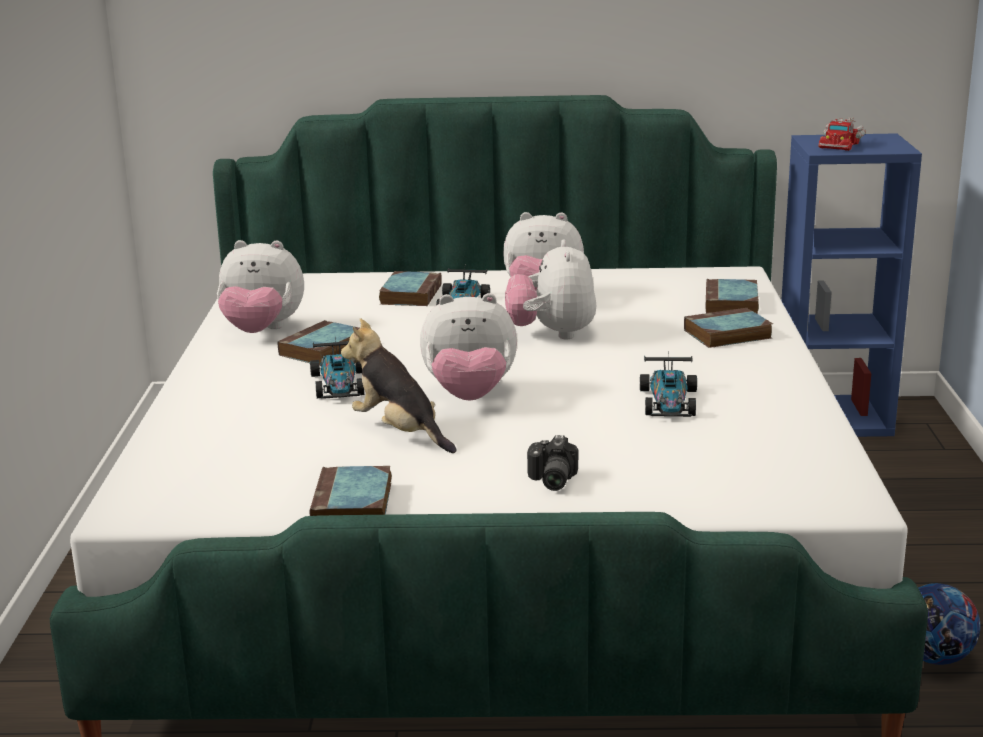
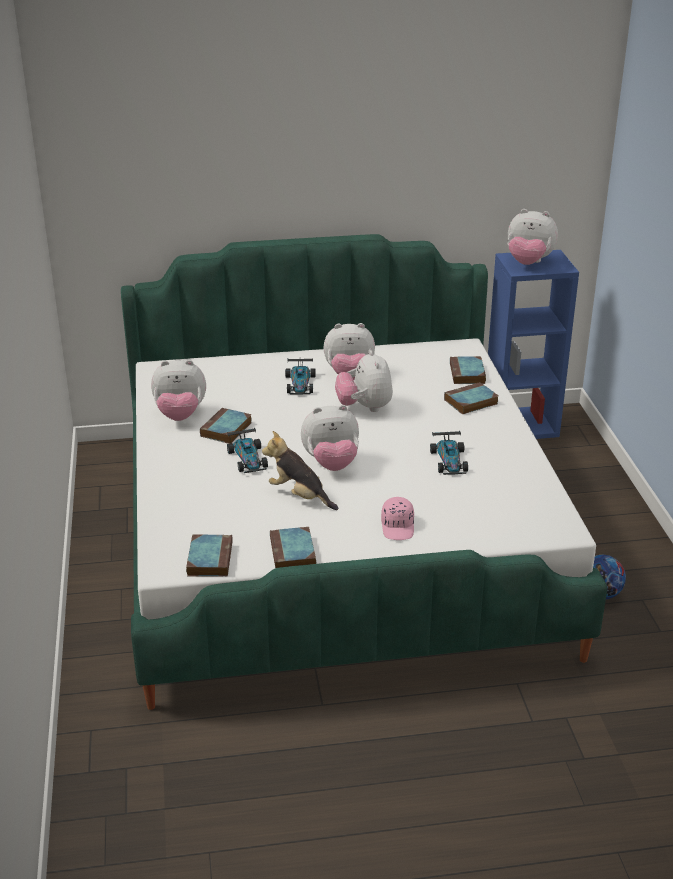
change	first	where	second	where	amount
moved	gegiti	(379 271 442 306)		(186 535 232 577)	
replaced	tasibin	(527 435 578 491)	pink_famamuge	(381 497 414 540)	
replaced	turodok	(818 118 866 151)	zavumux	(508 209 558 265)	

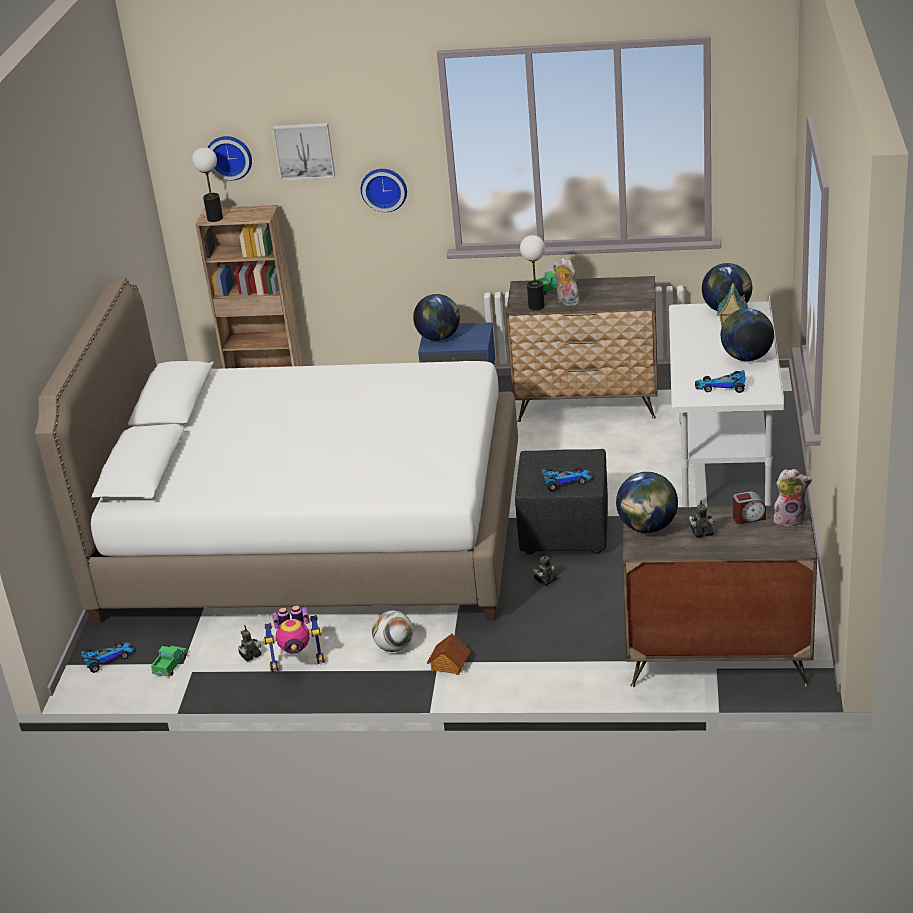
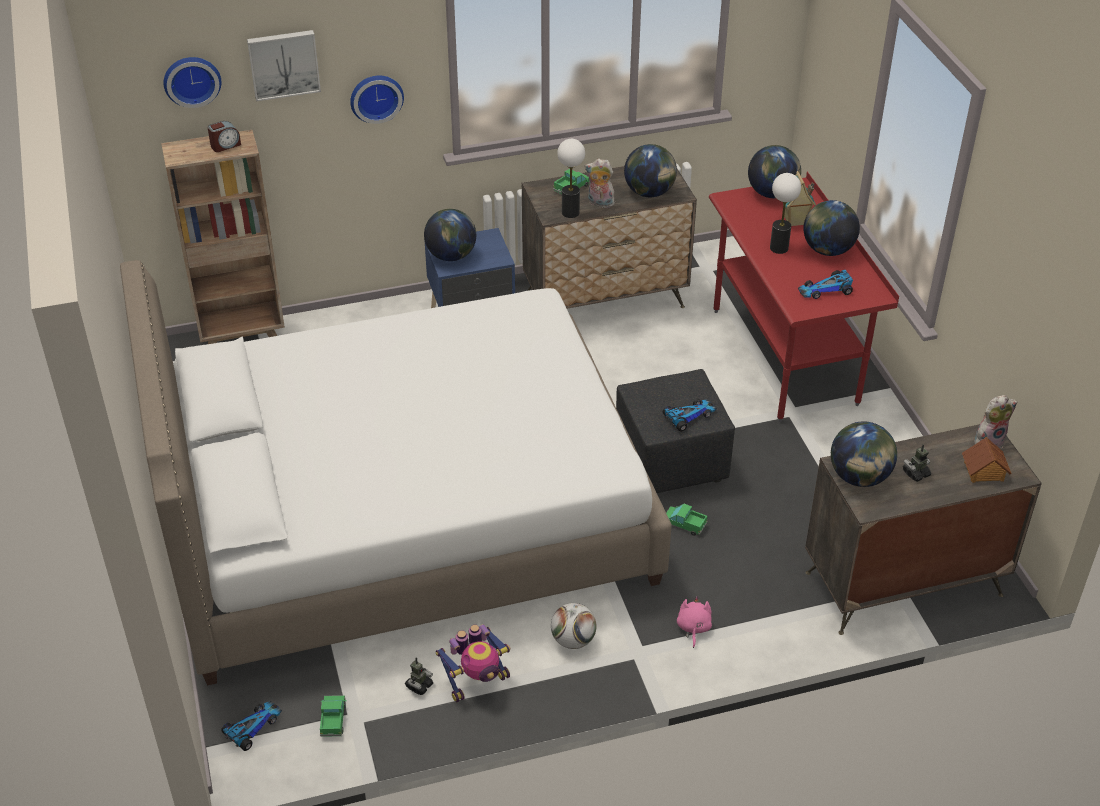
change	first	where	second	where	amount
moved	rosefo	(733 492 766 524)		(207 121 241 152)	
added			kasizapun	(624 144 677 197)	
replaced	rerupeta	(533 552 558 585)	turodok	(666 504 708 536)	
added			pink_zavumux	(677 596 712 648)	
recoloured	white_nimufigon	(669 295 784 507)	red_nimufigon	(709 172 899 422)	
moved	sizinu	(192 147 223 222)		(770 173 801 254)	
moved	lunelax	(427 633 471 675)		(962 437 1012 483)	

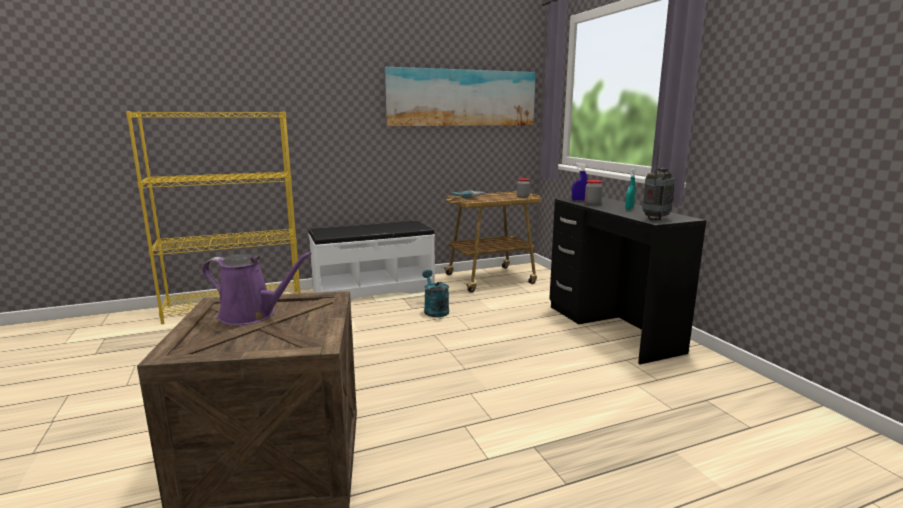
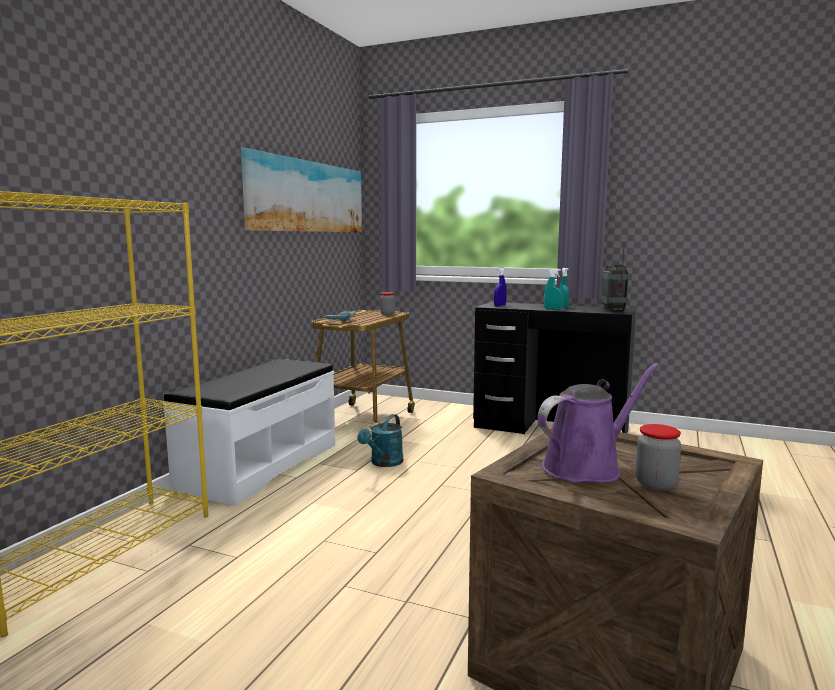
change	first	where	second	where	amount
turned	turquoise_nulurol	(422 270 449 317)		(357 414 403 467)	90 degrees counterclockwise
added			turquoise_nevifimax	(544 269 562 310)	
moved	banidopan	(585 180 603 205)		(635 424 681 491)	

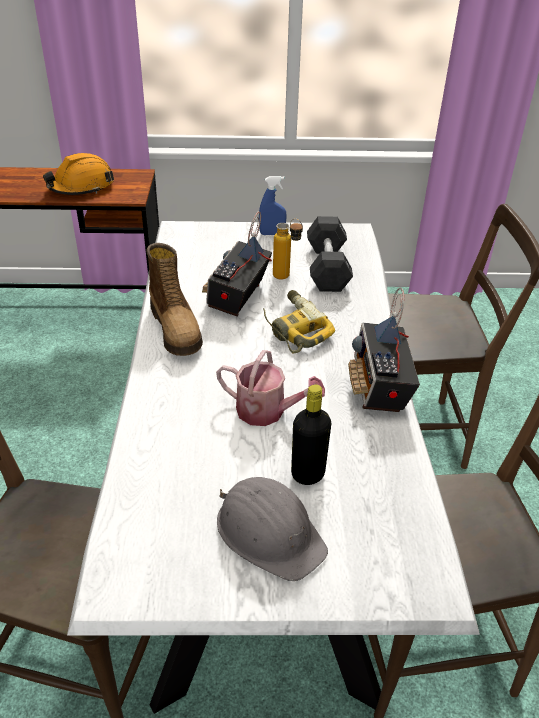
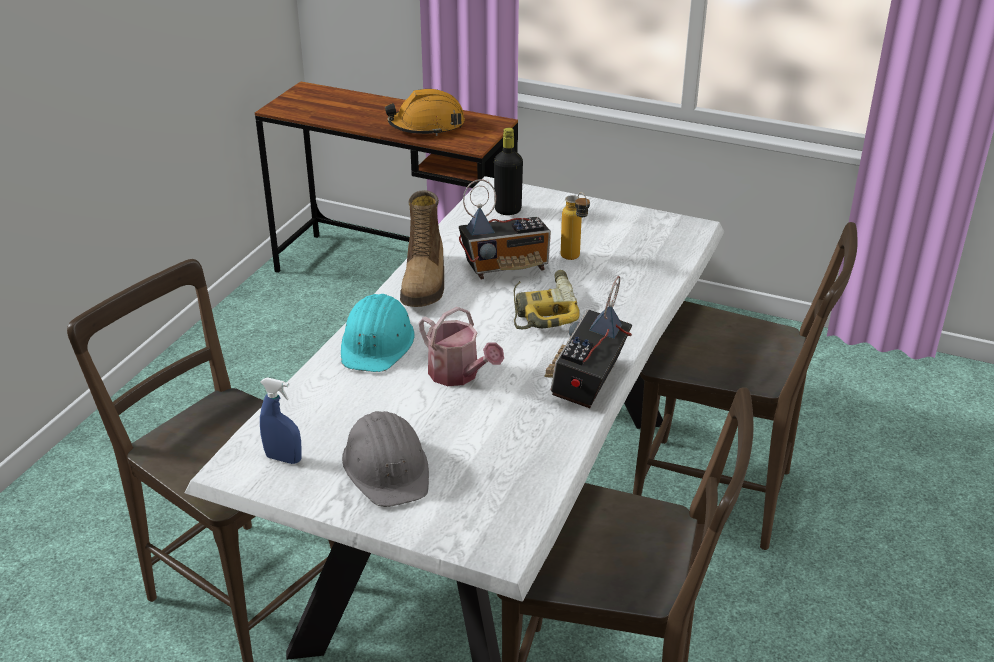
change	first	where	second	where	amount
moved	blue_nevifimax	(259 176 287 235)		(260 377 302 464)	
added			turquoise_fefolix	(341 294 415 372)	
turned	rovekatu	(202 211 272 317)		(459 179 551 279)	150 degrees counterclockwise
moved	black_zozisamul	(291 384 331 485)		(494 128 523 215)	
removed	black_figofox	(307 216 353 292)			

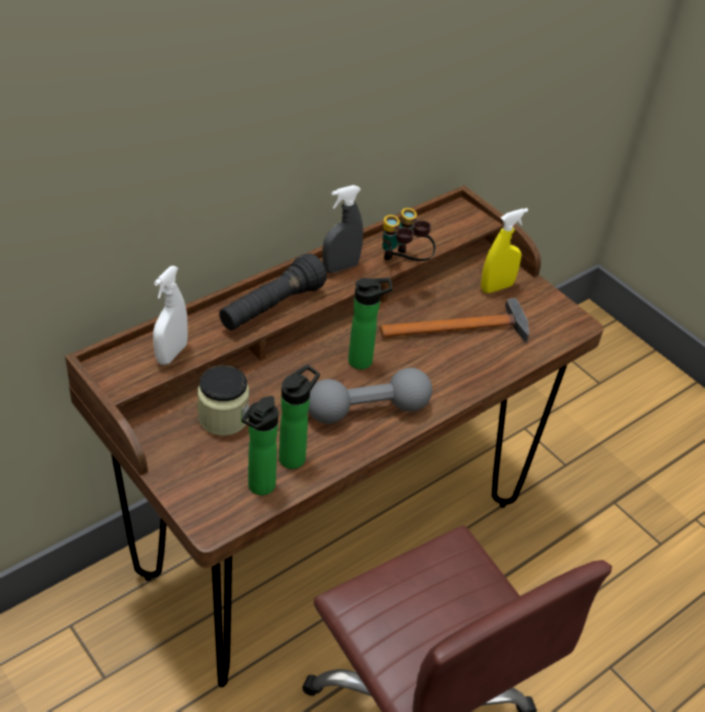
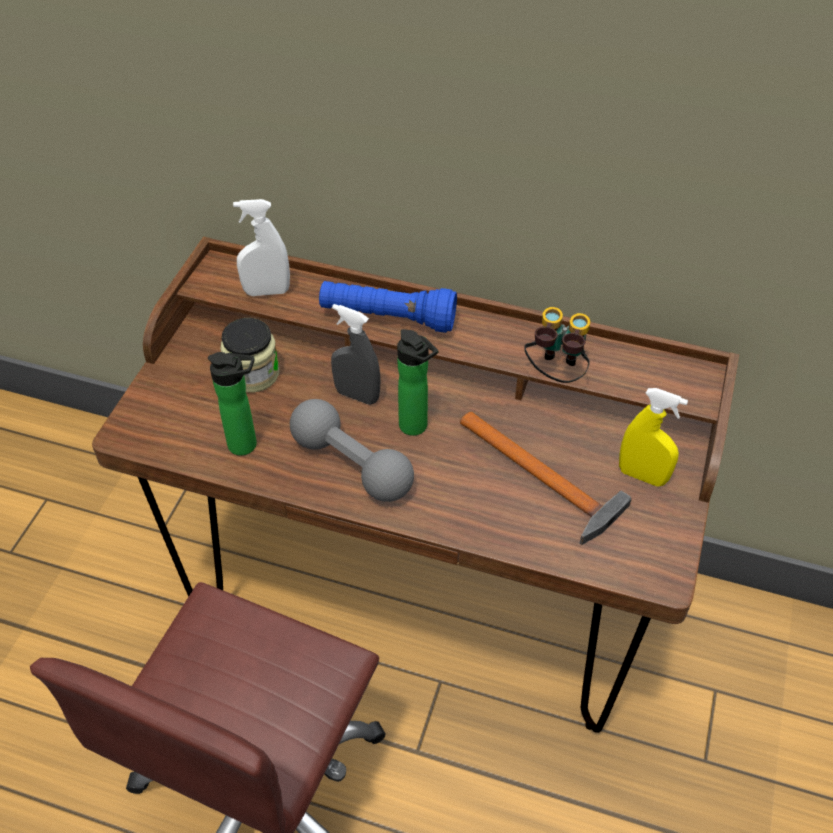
change	first	where	second	where	amount
recoloured	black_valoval	(219 253 327 331)	blue_valoval	(319 281 457 333)	
moved	grey_nevifimax	(322 185 363 273)		(331 304 381 405)	
removed	zozisamul	(241 396 278 495)			

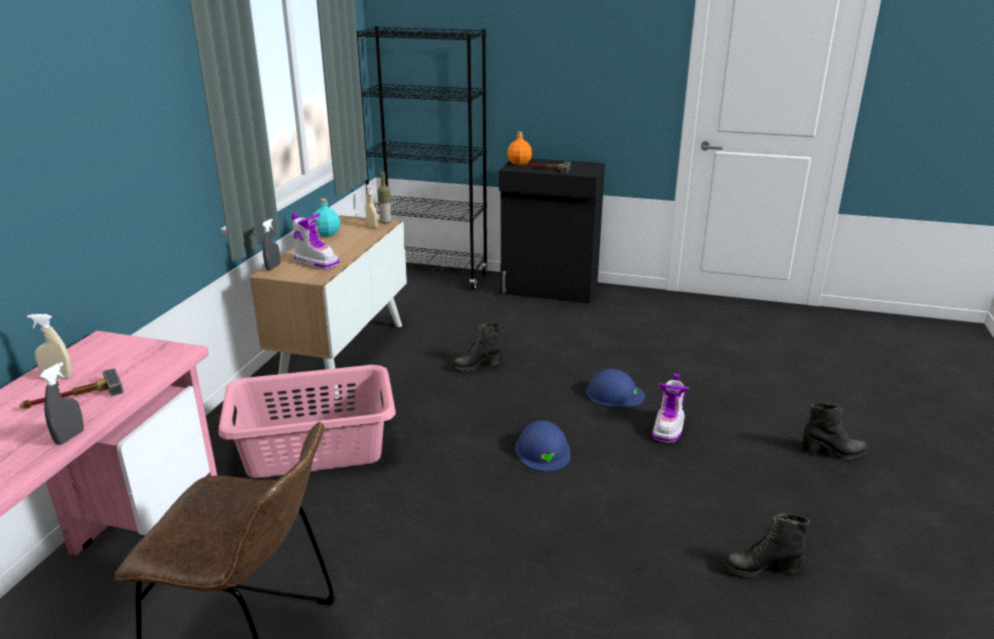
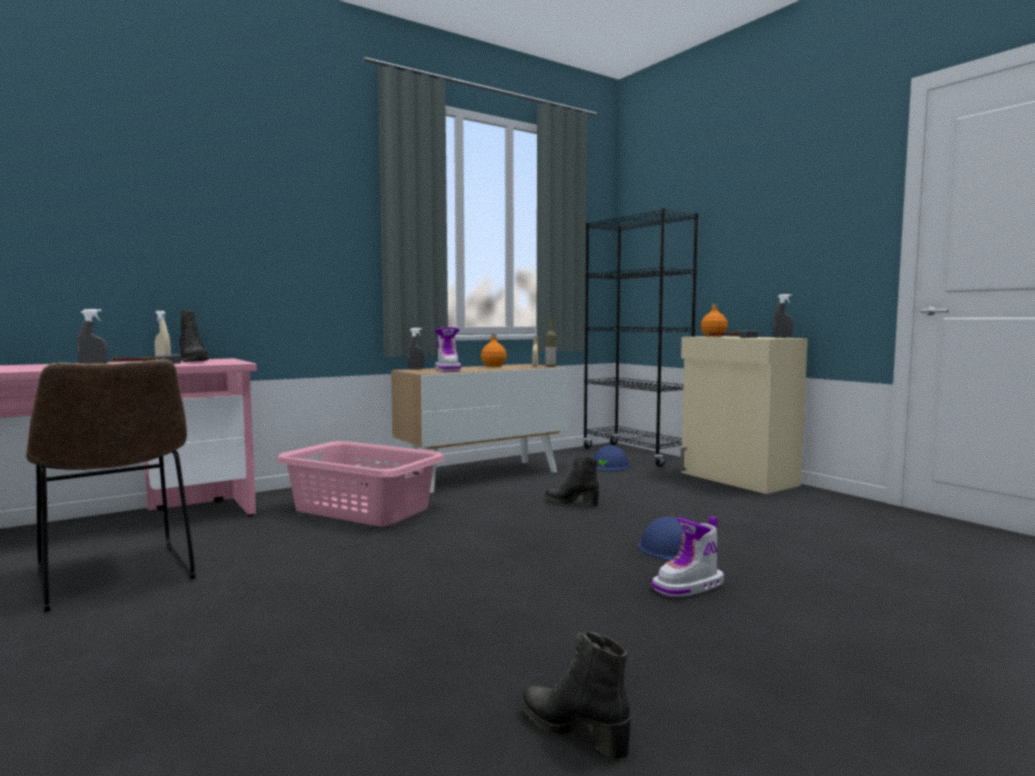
change	first	where	second	where	amount
moved	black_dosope	(802 403 868 460)		(179 310 209 362)	
recoloured	turquoise_zozisamul	(312 198 341 237)	orange_zozisamul	(481 334 507 367)	
moved	blue_fefolix	(515 421 571 472)		(593 445 630 471)	
recoloured	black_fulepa	(499 158 605 304)	beige_fulepa	(680 336 808 494)	
added			grey_nevifimax	(772 294 793 338)	

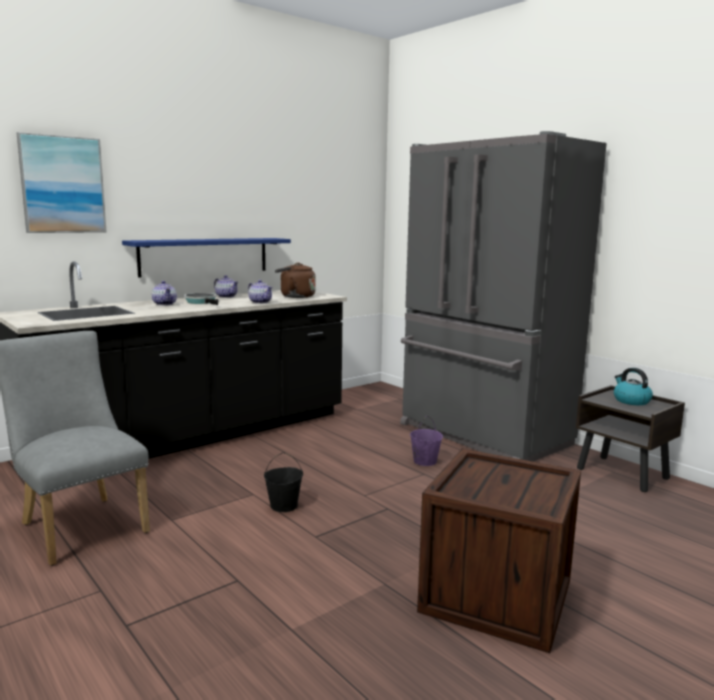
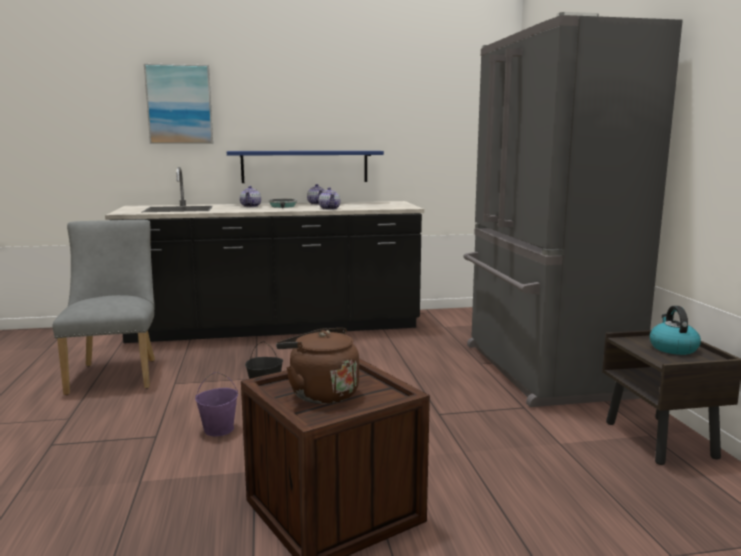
change	first	where	second	where	amount
moved	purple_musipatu	(410 416 443 466)		(195 372 238 436)	
moved	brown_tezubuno	(275 263 316 298)		(276 328 359 404)	

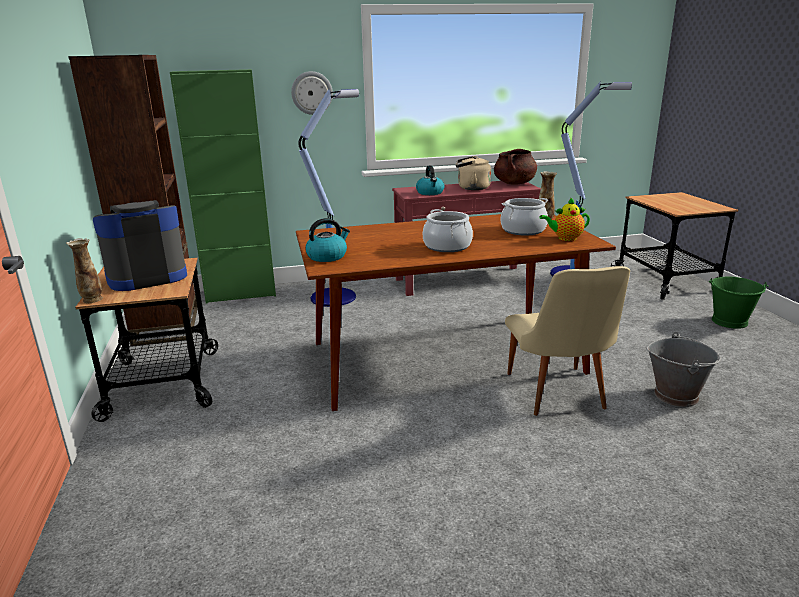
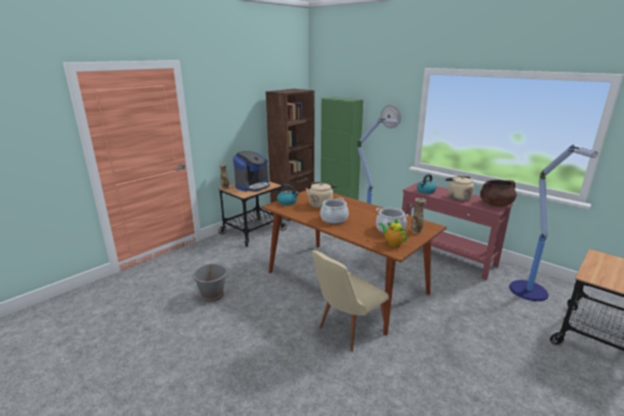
change	first	where	second	where	amount
moved	grey_musipatu	(647 332 721 407)		(191 264 228 302)	
turned	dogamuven	(93 200 187 291)		(233 151 270 192)	105 degrees clockwise
added			beige_tezubuno	(306 182 337 208)	
removed	green_musipatu	(709 276 768 329)			

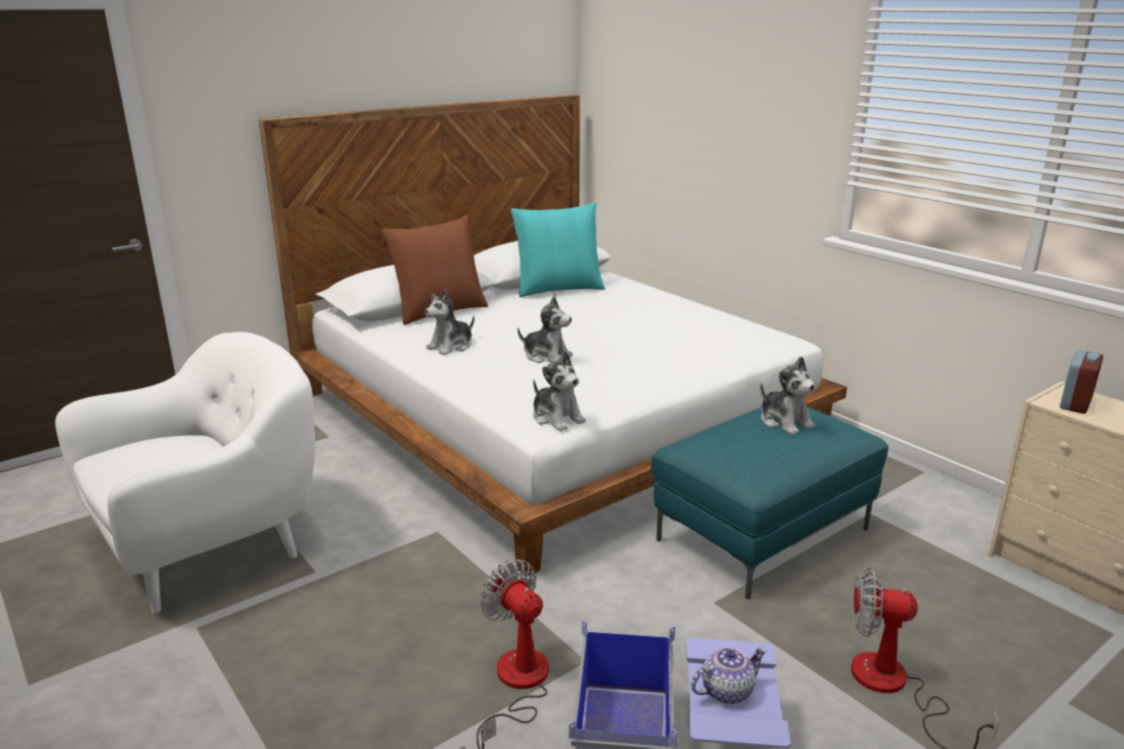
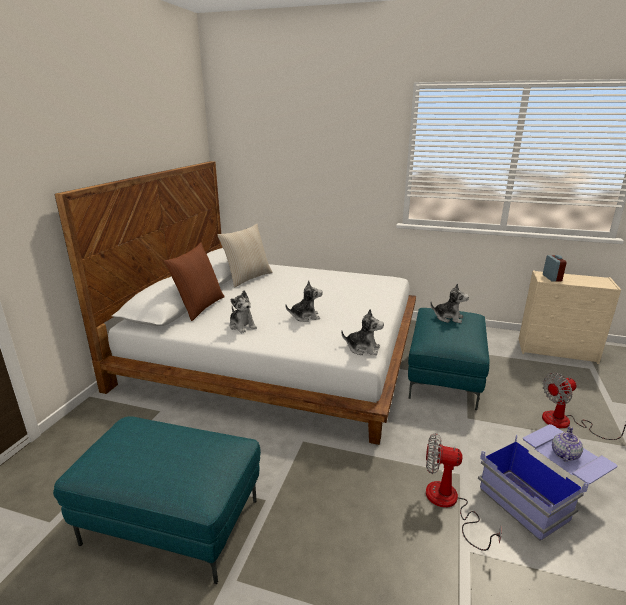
change	first	where	second	where	amount
replaced	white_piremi	(55 332 315 614)	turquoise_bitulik	(53 416 261 584)	
recoloured	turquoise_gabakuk	(511 202 605 297)	beige_gabakuk	(217 224 273 287)	
turned	zavumux	(425 290 474 355)		(229 290 257 333)	45 degrees counterclockwise

